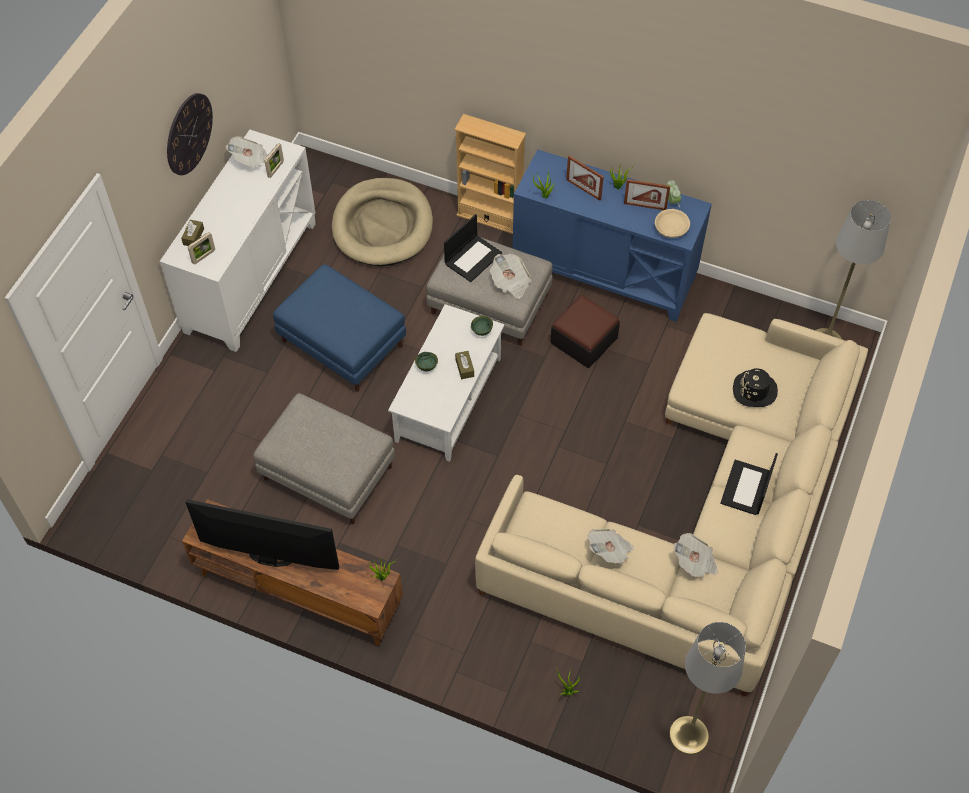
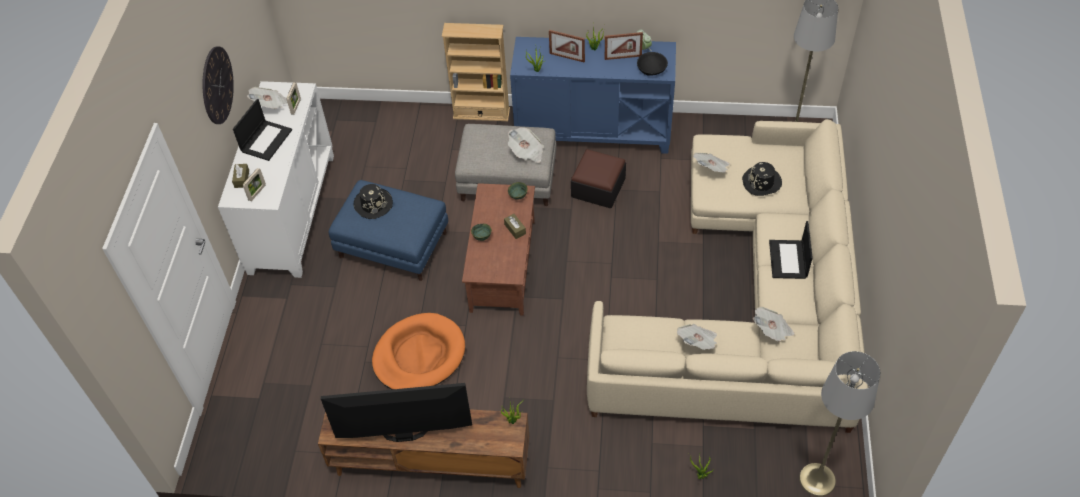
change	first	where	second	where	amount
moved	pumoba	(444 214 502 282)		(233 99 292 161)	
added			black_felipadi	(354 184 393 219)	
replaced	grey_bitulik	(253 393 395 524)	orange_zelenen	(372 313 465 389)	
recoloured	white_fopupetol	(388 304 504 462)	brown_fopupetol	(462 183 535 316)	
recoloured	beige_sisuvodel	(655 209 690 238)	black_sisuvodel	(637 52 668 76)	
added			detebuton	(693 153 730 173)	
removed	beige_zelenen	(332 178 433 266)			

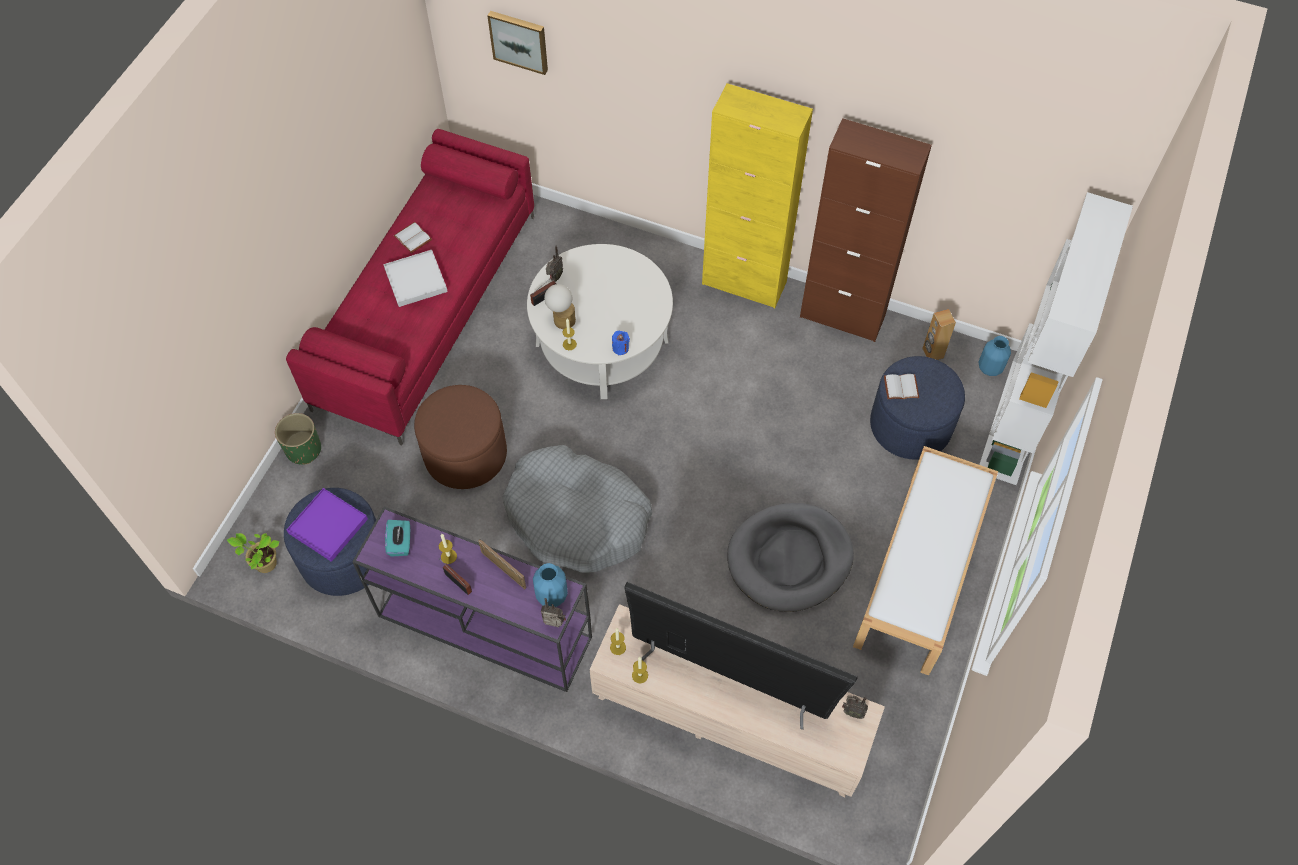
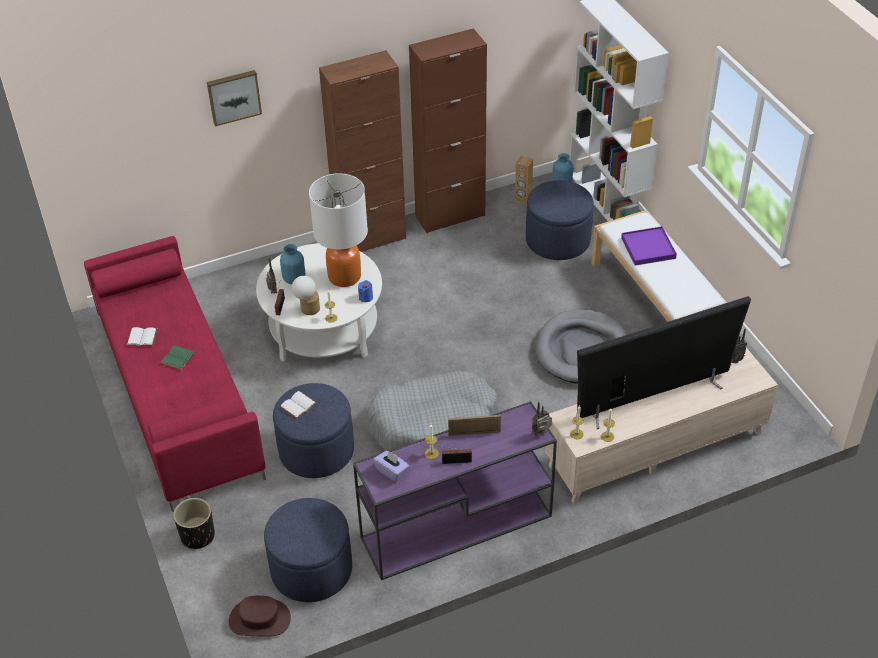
change	first	where	second	where	amount
replaced	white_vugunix	(383 250 448 307)	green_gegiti	(160 345 196 370)	
recoloured	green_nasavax	(275 413 321 465)	black_nasavax	(173 498 215 549)	
moved	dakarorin	(487 11 548 75)		(207 70 262 127)	
replaced	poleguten	(227 533 280 573)	brown_felipadi	(229 596 291 636)	
recoloured	brown_bitulik	(414 385 507 489)	blue_bitulik	(273 383 354 478)	
moved	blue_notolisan	(533 563 568 607)		(280 244 305 284)	
moved	white_gegiti	(884 374 919 399)		(280 391 317 419)	
added			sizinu	(309 173 368 287)	
recoloured	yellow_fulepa	(702 83 813 308)	brown_fulepa	(319 50 406 252)	
recoloured	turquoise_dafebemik	(385 520 410 557)	purple_dafebemik	(373 450 409 482)	
moved	purple_vugunix	(286 488 368 562)		(621 226 677 265)	

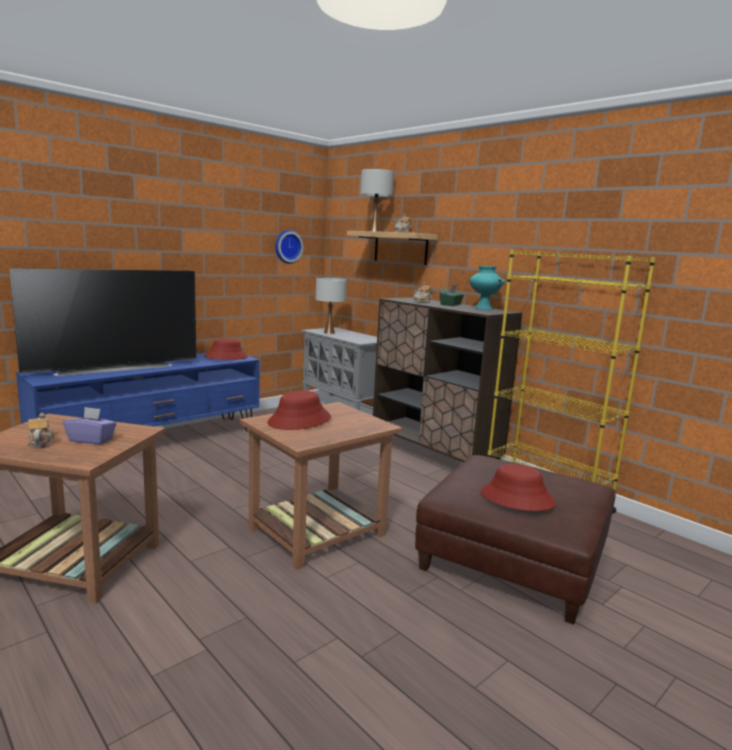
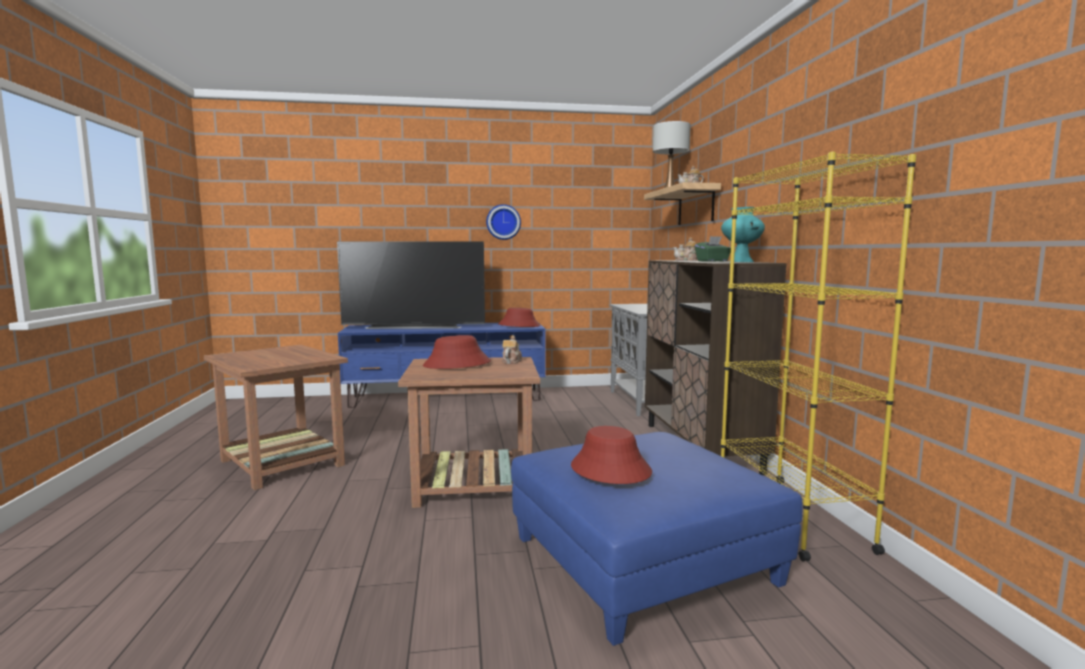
change	first	where	second	where	amount
moved	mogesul	(275 230 303 264)		(486 204 521 240)	
moved	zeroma	(28 413 54 448)		(502 335 522 364)	
recoloured	brown_bitulik	(415 455 615 625)	blue_bitulik	(511 432 803 646)	
removed	purple_dafebemik	(63 407 117 445)			
removed	white_sizinu	(316 278 347 334)			

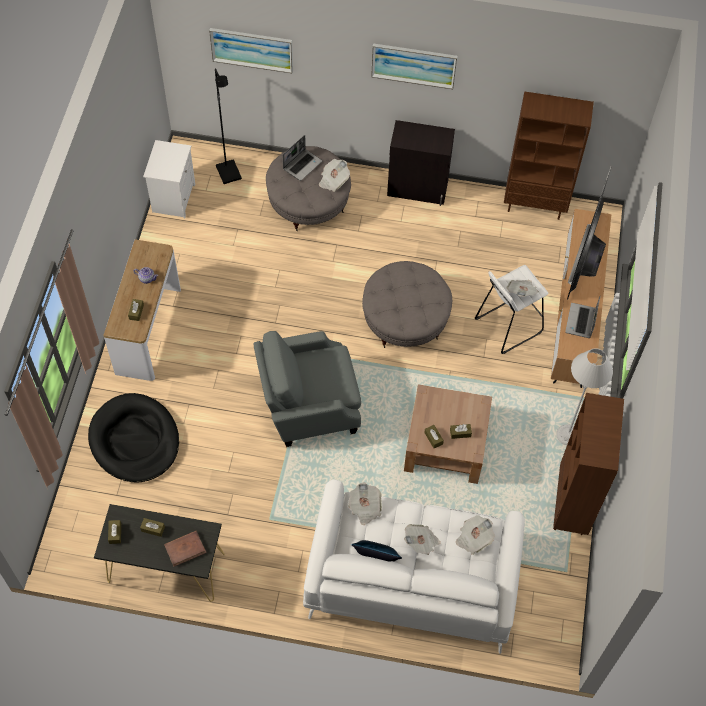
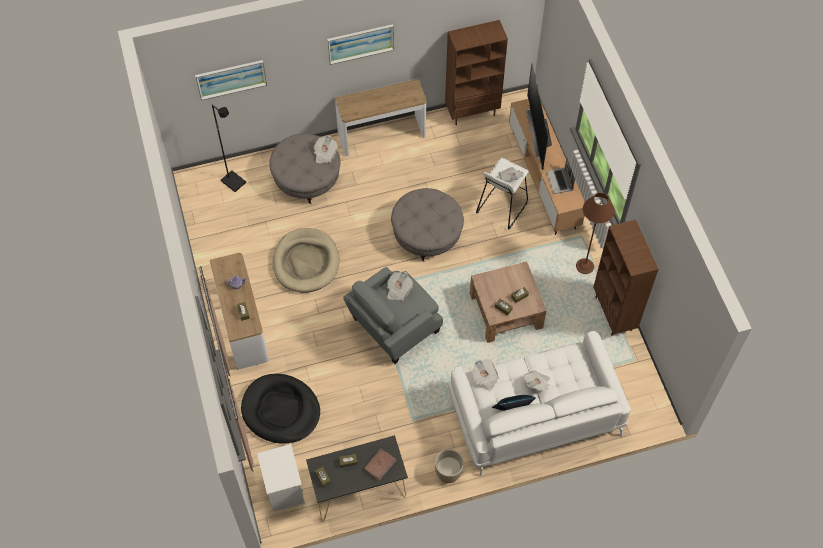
change	first	where	second	where	amount
moved	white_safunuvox	(143 140 195 218)		(257 444 305 512)	
added			beige_zelenen	(273 228 339 293)	
replaced	black_fulepa	(387 120 455 206)	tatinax	(335 79 426 156)	
moved	detebuton	(456 515 495 555)		(387 271 413 301)	
added			beige_nasavax	(435 449 464 483)	
recoloured	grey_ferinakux	(556 348 613 445)	brown_ferinakux	(576 193 615 274)	
removed	pumoba	(283 135 322 181)			

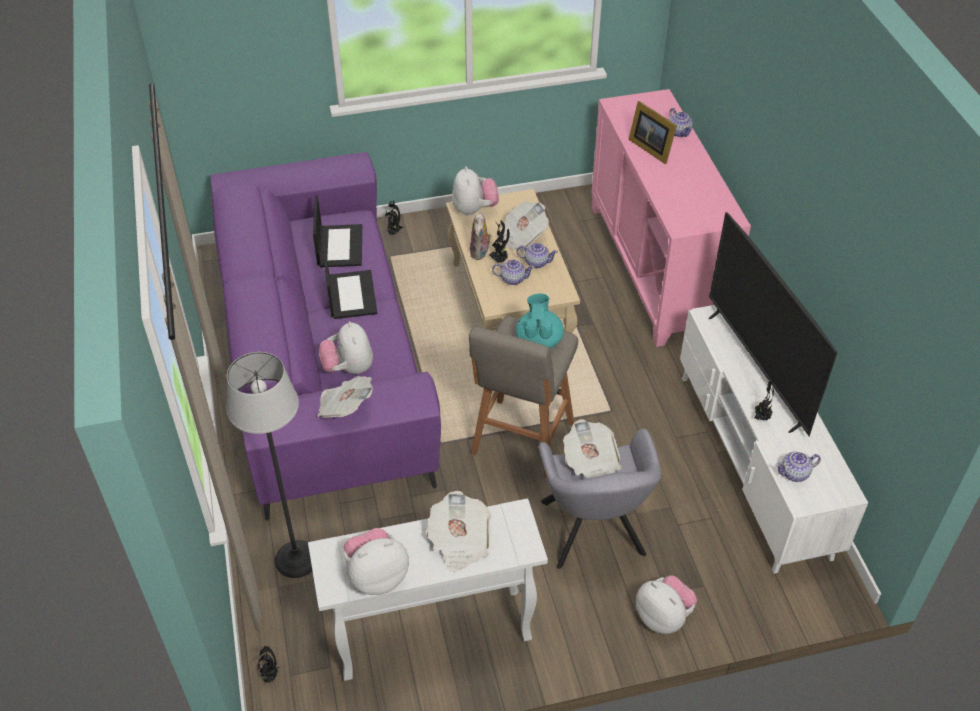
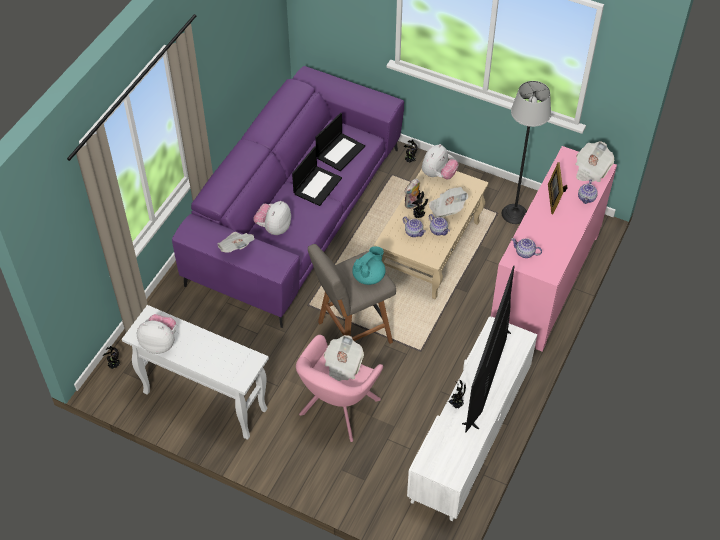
change	first	where	second	where	amount
recoloured	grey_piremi	(539 429 661 569)	pink_piremi	(296 335 383 442)	
moved	ferinakux	(227 352 312 578)		(502 81 551 224)	
moved	zeroma	(775 451 821 482)		(511 238 542 258)	
moved	detebuton	(426 491 491 573)		(575 141 614 182)	
removed	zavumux	(636 575 697 634)			

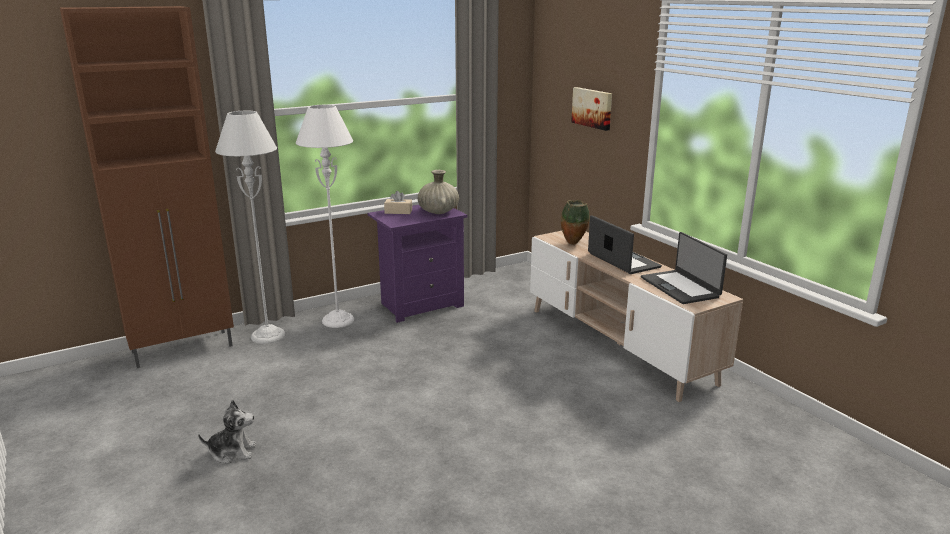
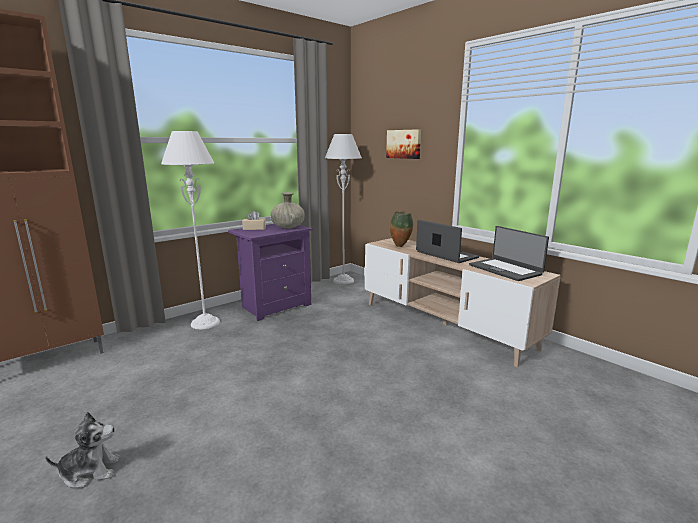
change	first	where	second	where	amount
moved	grey_ferinakux	(215 111 285 344)		(325 134 362 285)	

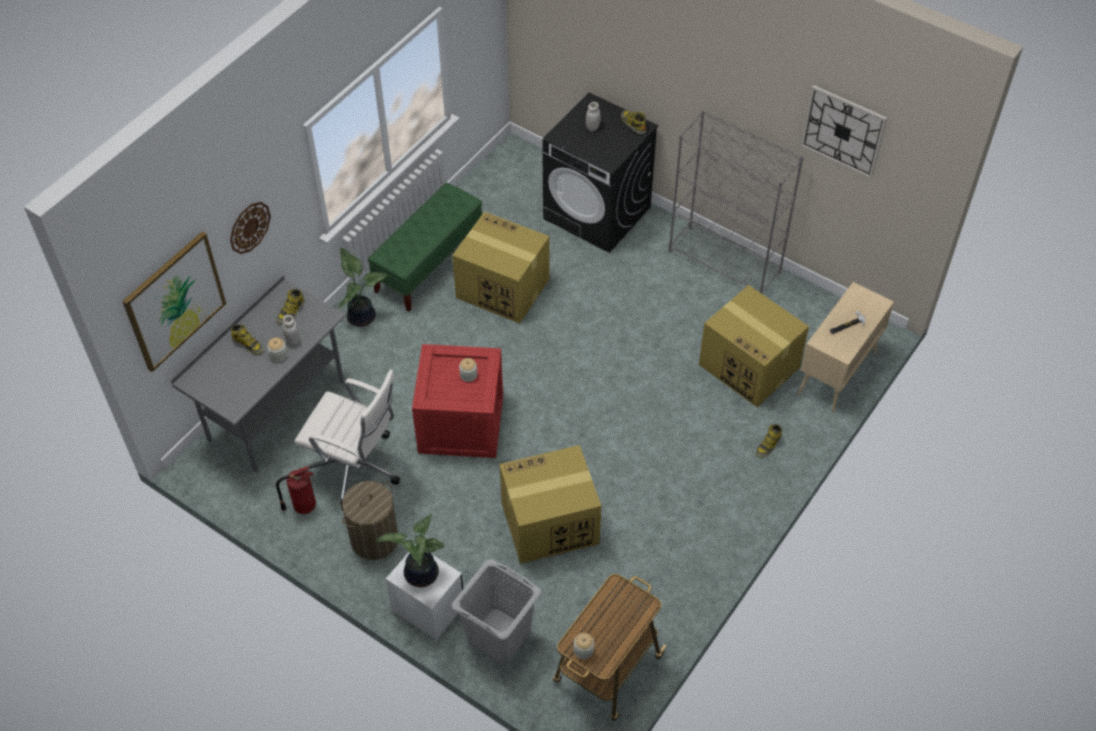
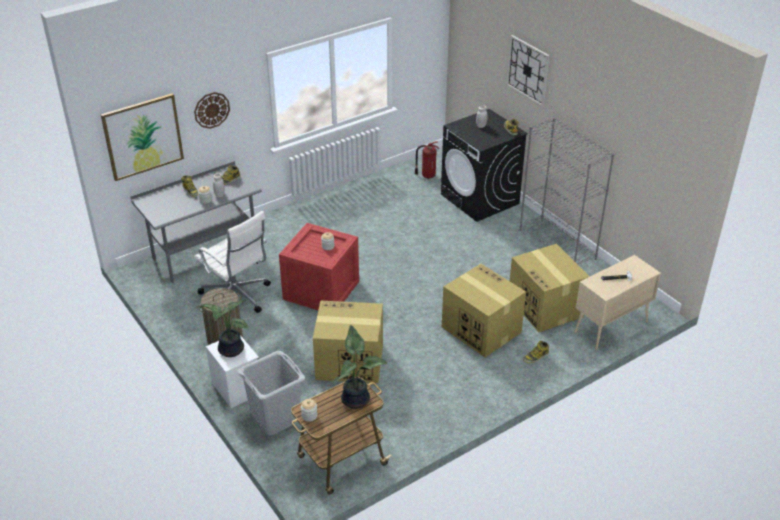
change	first	where	second	where	amount
moved	poleguten	(339 247 388 327)		(333 325 387 409)	
moved	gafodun	(276 466 316 514)		(415 141 439 179)	
moved	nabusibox	(452 212 550 324)		(442 264 526 357)	
moved	mogesul	(801 85 887 179)		(507 35 550 106)	
removed	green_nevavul	(368 183 482 312)			

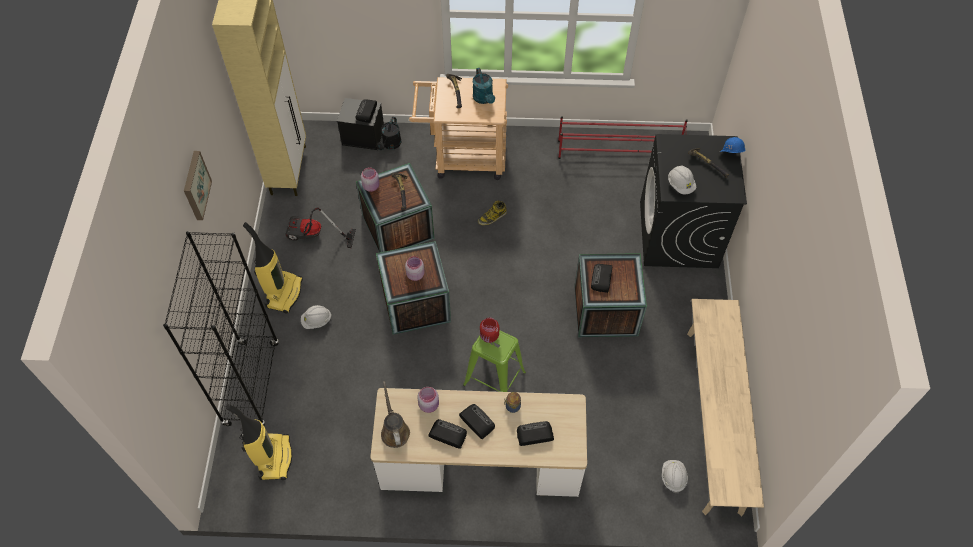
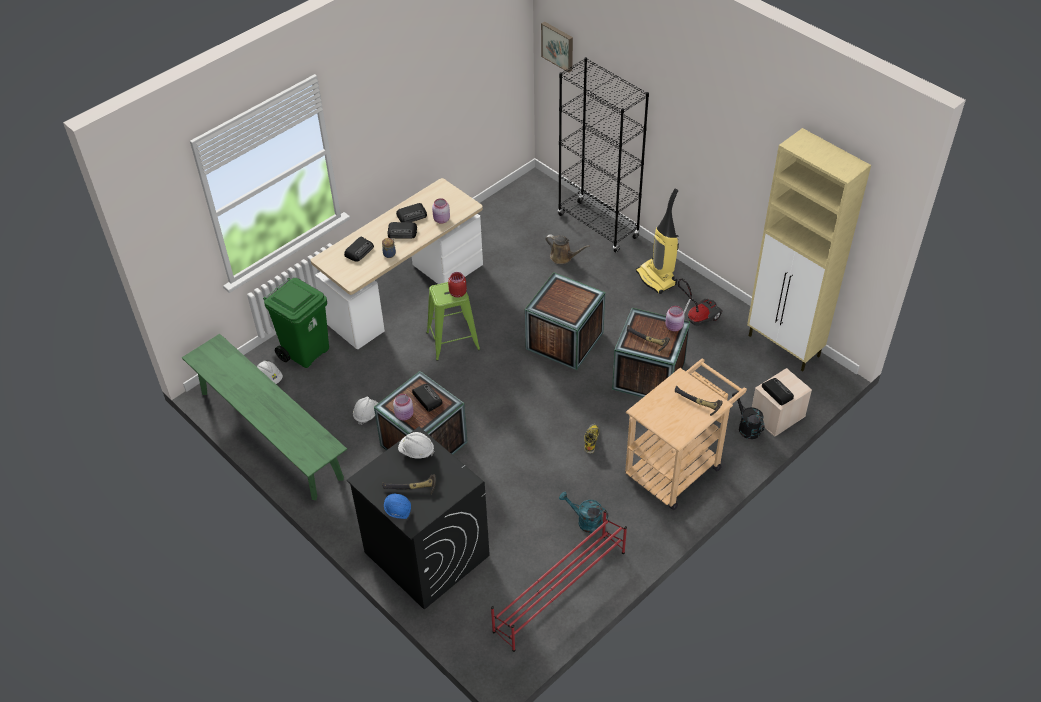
change	first	where	second	where	amount
recoloured	beige_nevavul	(687 299 764 516)	green_nevavul	(182 334 347 500)	
added			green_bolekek	(263 278 329 368)	
moved	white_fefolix	(301 305 331 329)		(353 397 378 425)	
moved	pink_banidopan	(405 256 425 281)		(393 394 414 420)	
moved	dakarorin	(184 151 212 220)		(541 22 573 72)	
moved	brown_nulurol	(381 381 410 448)		(545 234 590 264)	
moved	turquoise_nulurol	(473 68 495 104)		(559 491 609 533)	
recoloured	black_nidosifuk	(337 98 384 150)	beige_nidosifuk	(752 368 812 437)	
removed	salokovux	(226 404 292 480)			

